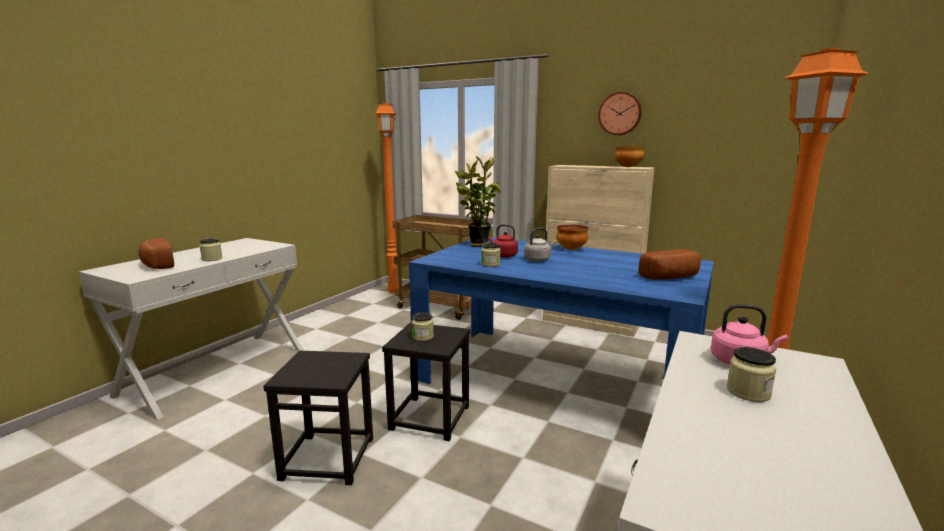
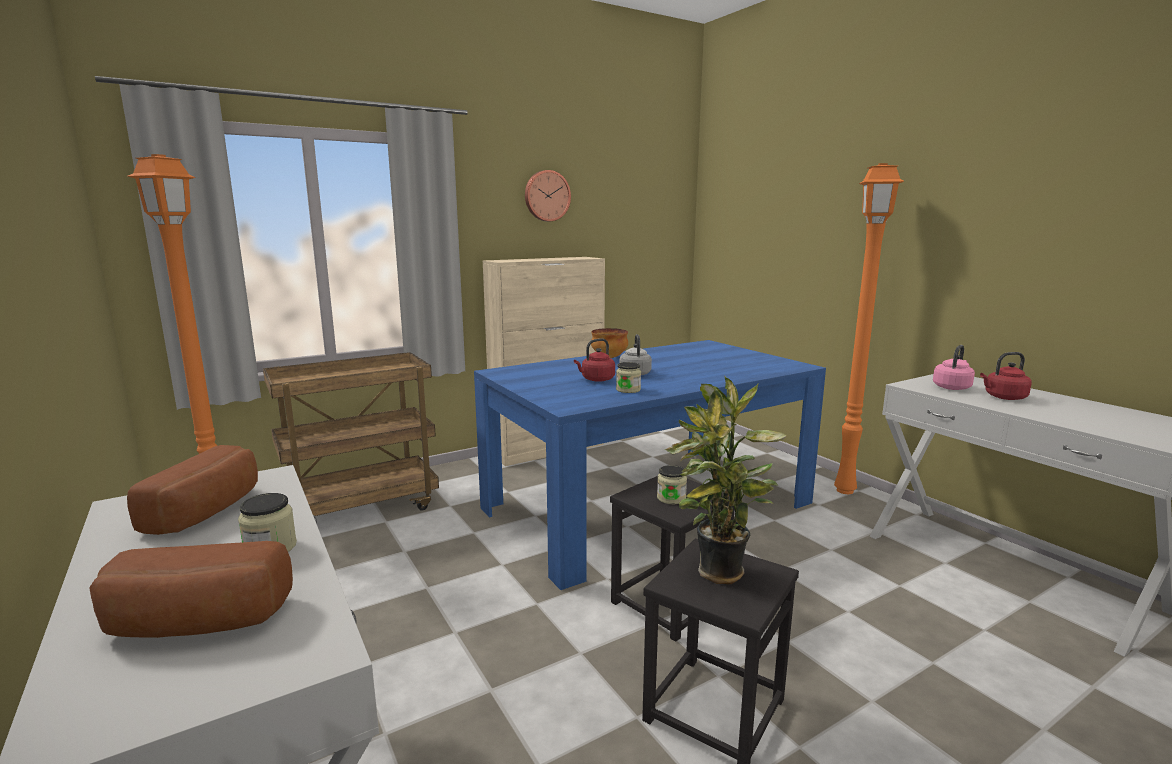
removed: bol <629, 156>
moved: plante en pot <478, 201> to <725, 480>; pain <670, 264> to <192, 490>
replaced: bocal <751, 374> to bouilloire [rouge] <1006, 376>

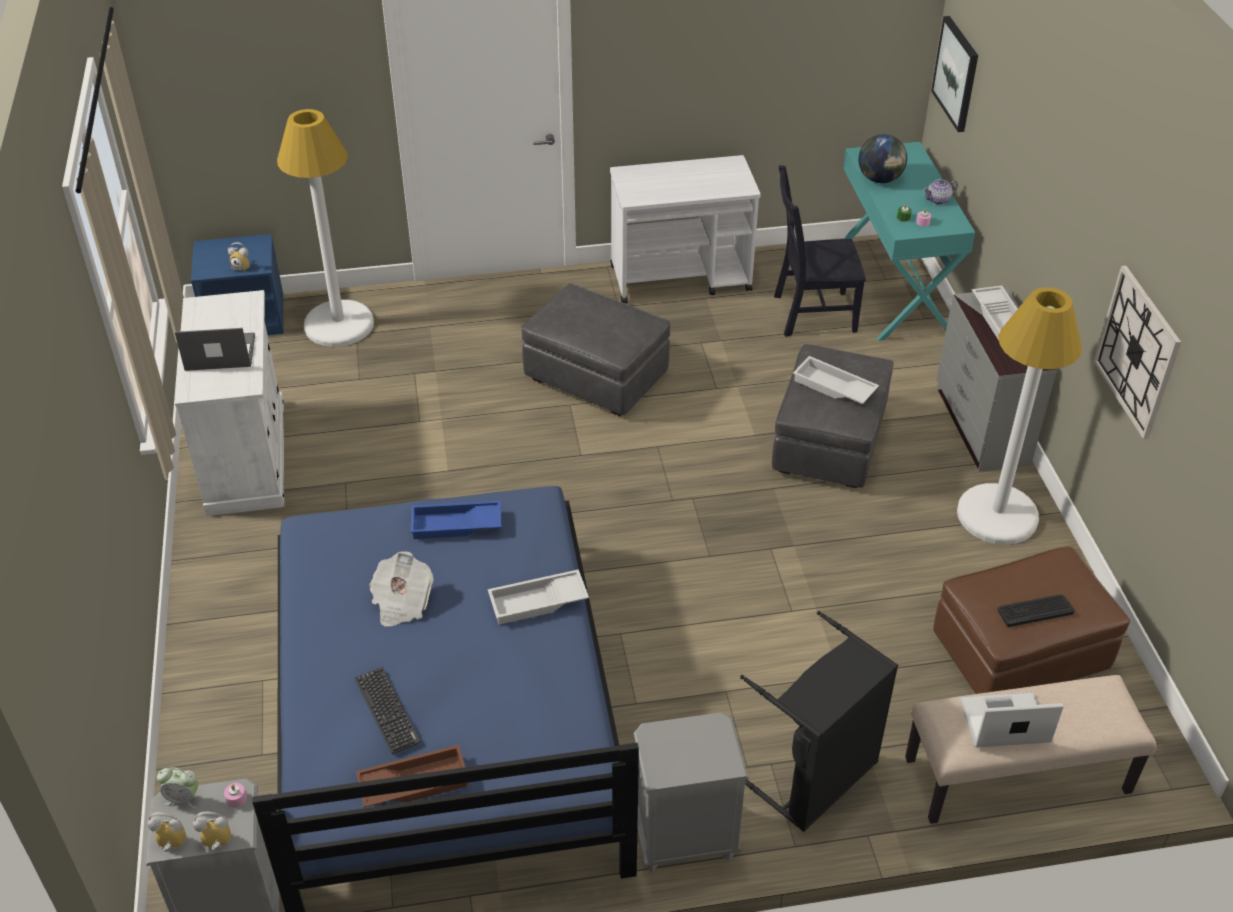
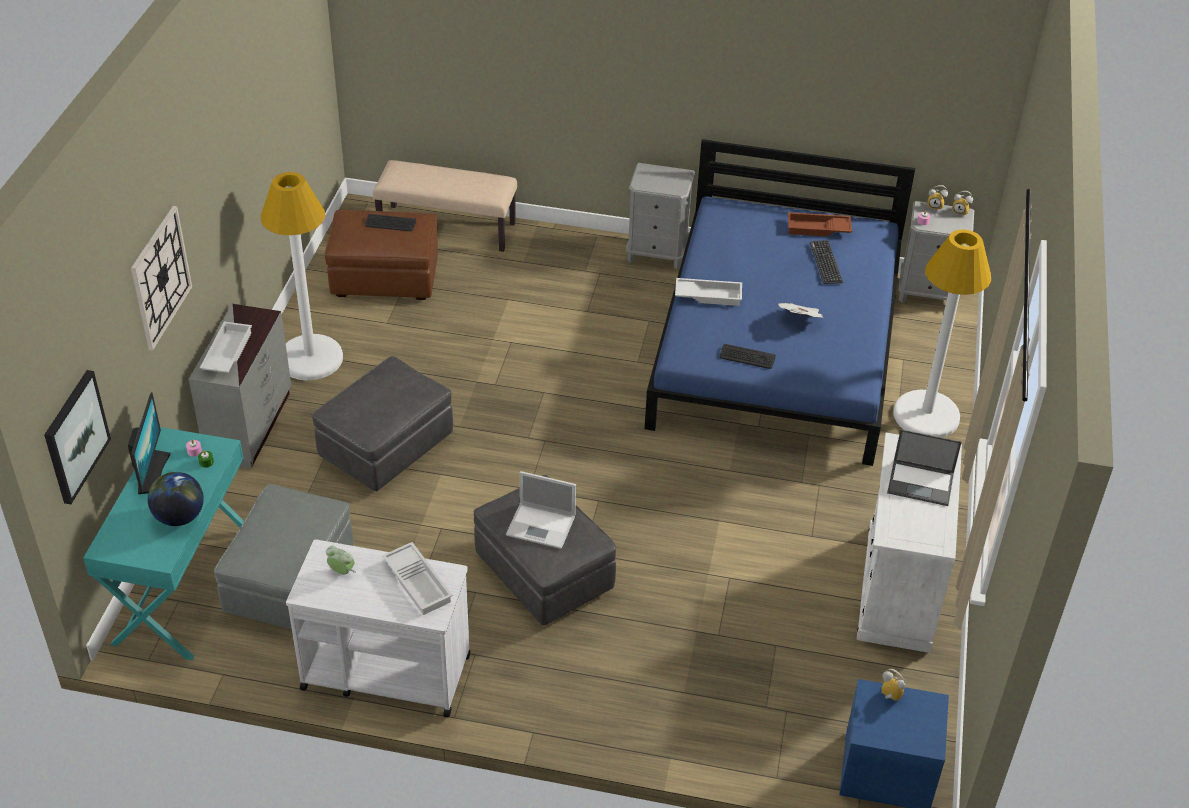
removed: panier à linge [noir] <819, 721>
moved: réveil <177, 788> to <341, 560>; lampadaire [blanc] <325, 228> to <942, 333>; plateau [blanc] <836, 380> to <417, 578>; ordinateur portable <1012, 720> to <541, 510>; horloge murale <1137, 352> to <161, 278>
replaced: plateau [bleu] <456, 520> to clavier <748, 356>; chaise [noir] <820, 251> to pouf [gris] <283, 557>; théière <940, 192> to écran d'ordinateur <149, 443>

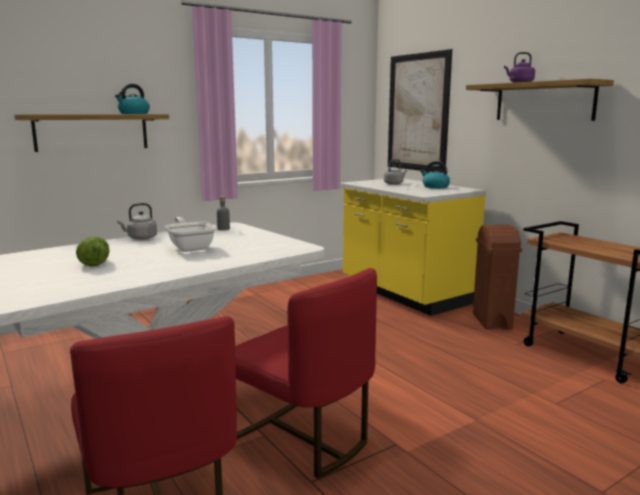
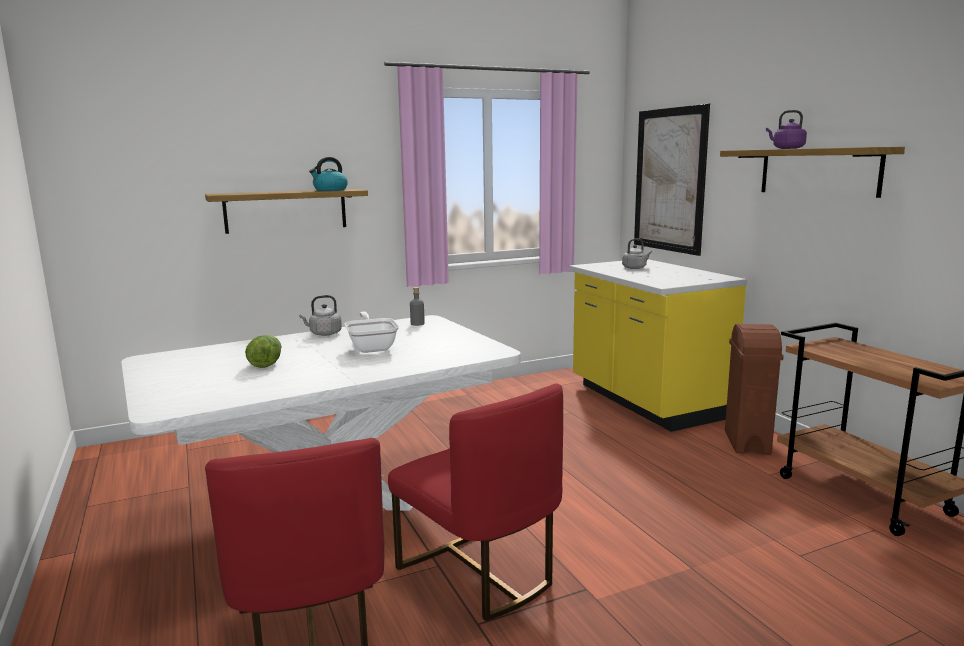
removed: bouilloire <435, 174>

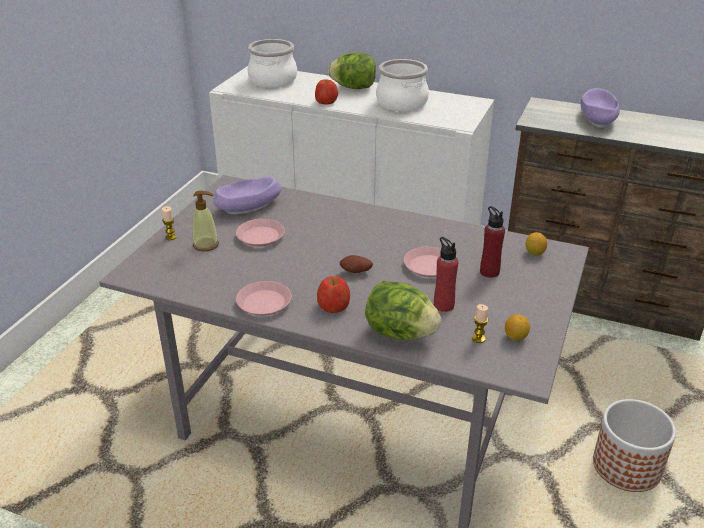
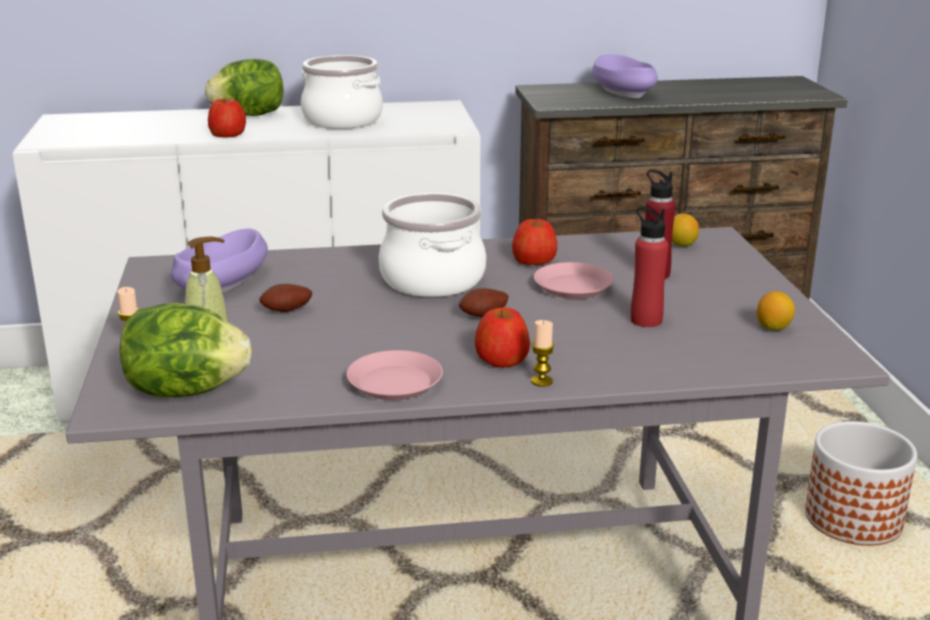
added: pomme <534, 242>
moved: marmite <272, 63> to <432, 245>; laitue <403, 310> to <186, 350>; bougie <480, 323> to <542, 353>
replaced: assiette [rose] <260, 233> to pomme de terre <285, 298>

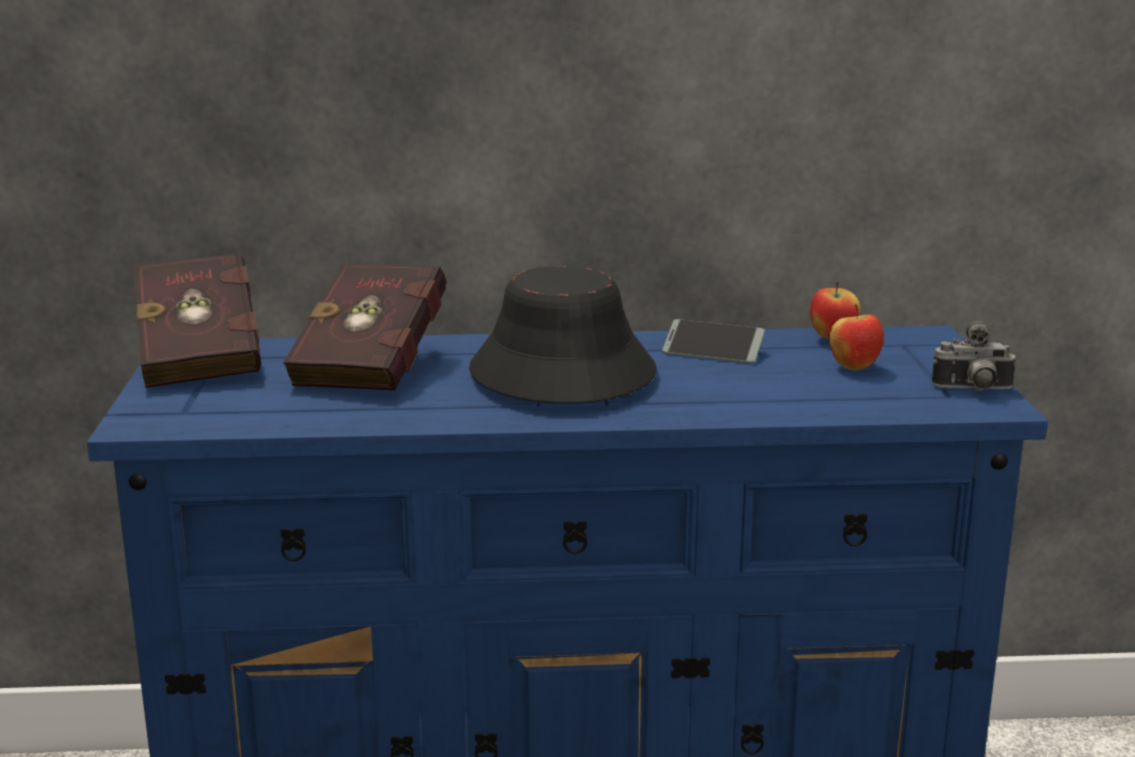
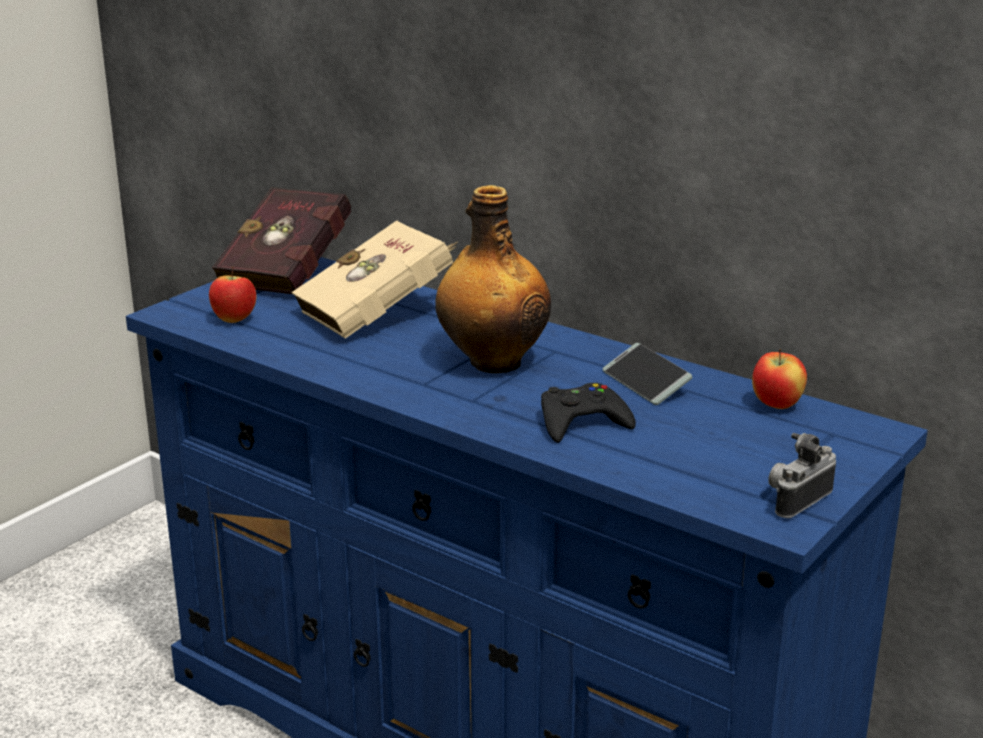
added: manette [noir] <588, 413>
moved: pomme <857, 337> to <232, 294>
replaced: chapeau [noir] <563, 334> to bouteille <493, 279>
recoloured: livre [rouge] <364, 327> to livre [beige] <375, 279>
turned: appareil photo <974, 356> = <802, 475> 90 degrees clockwise

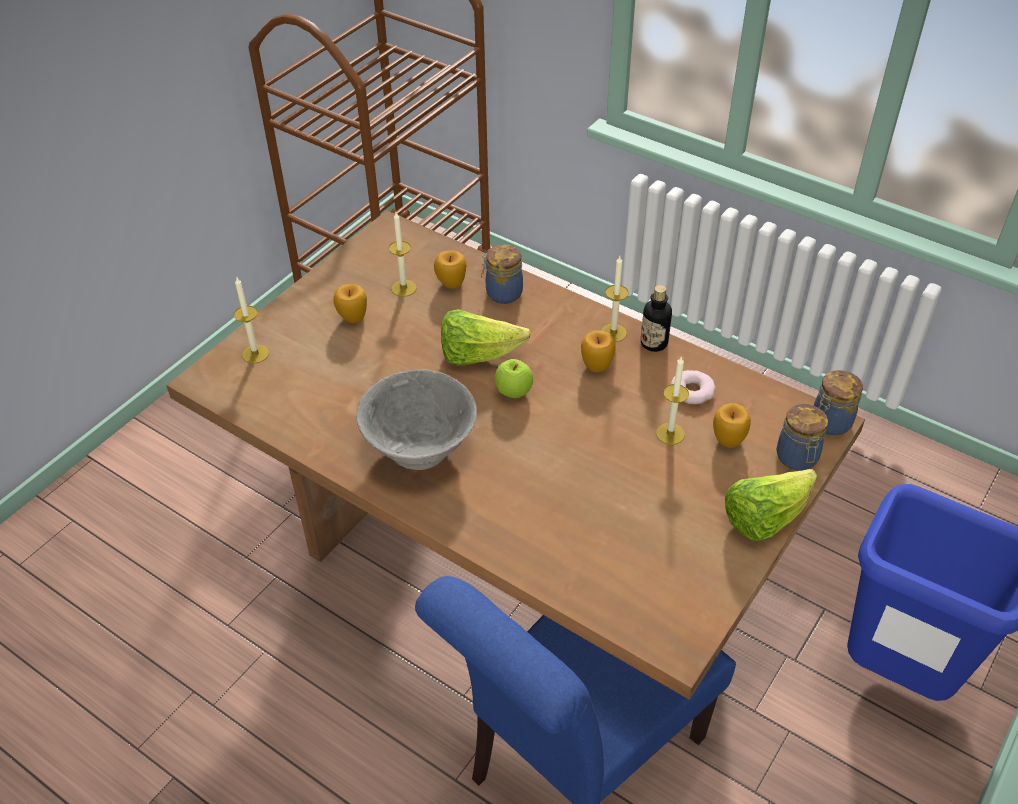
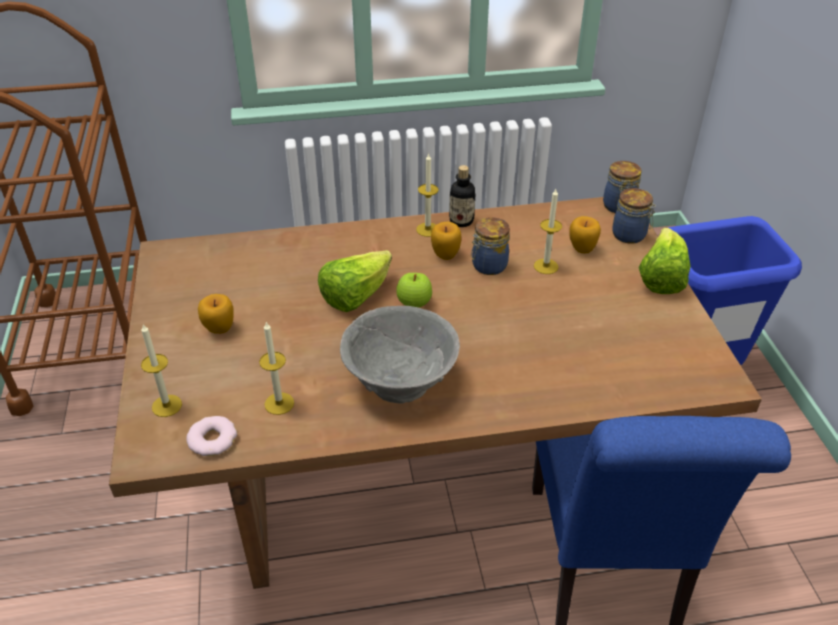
removed: pomme <450, 269>
moved: bougie <403, 254> to <276, 368>; bocal <502, 274> to <490, 246>; beignet <693, 387> to <211, 436>

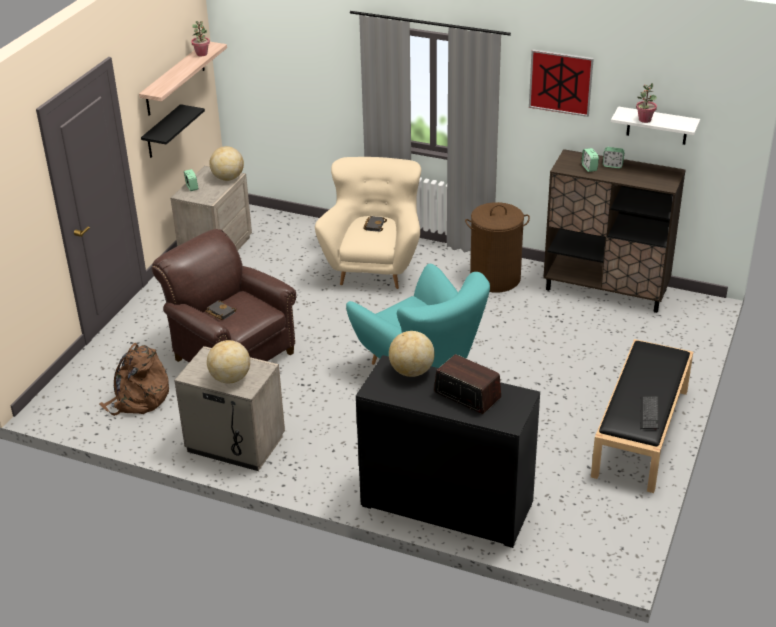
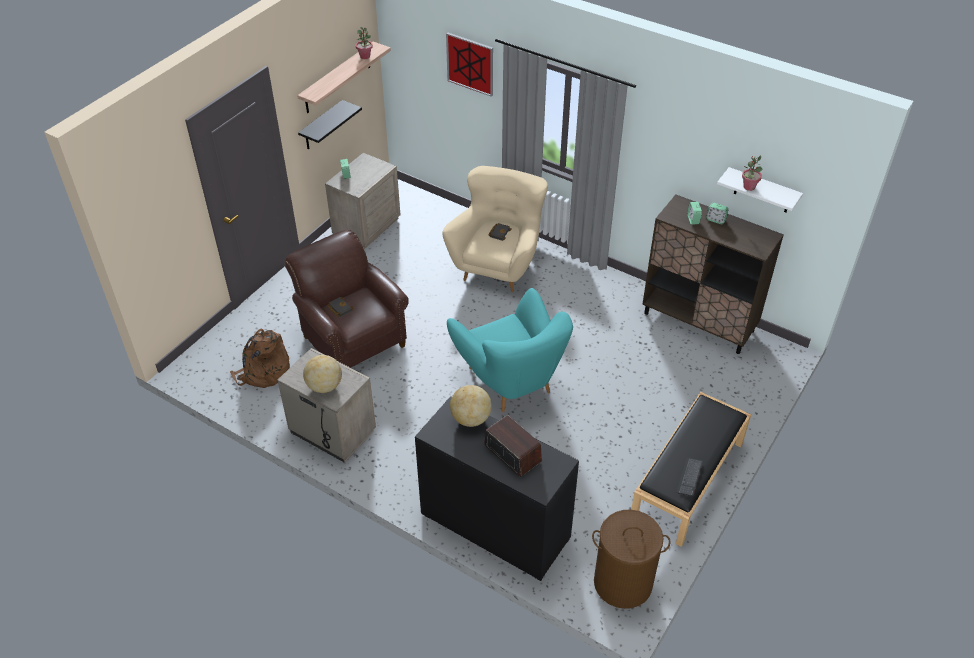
removed: globe <226, 163>
moved: panier à linge [marron] <497, 247> to <631, 559>; tableau <561, 83> to <469, 64>

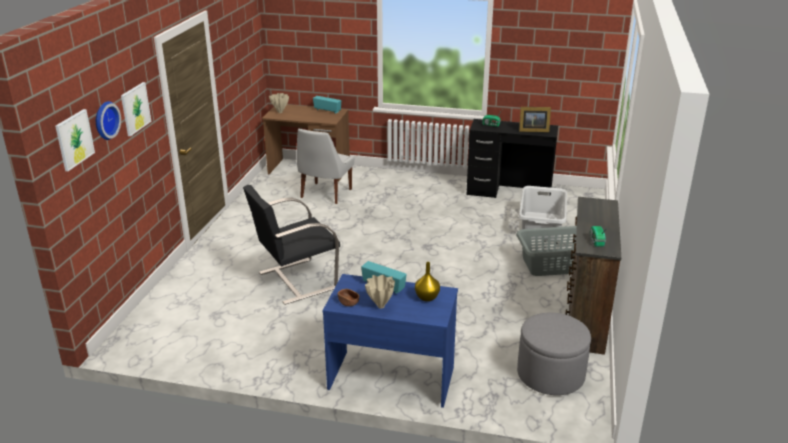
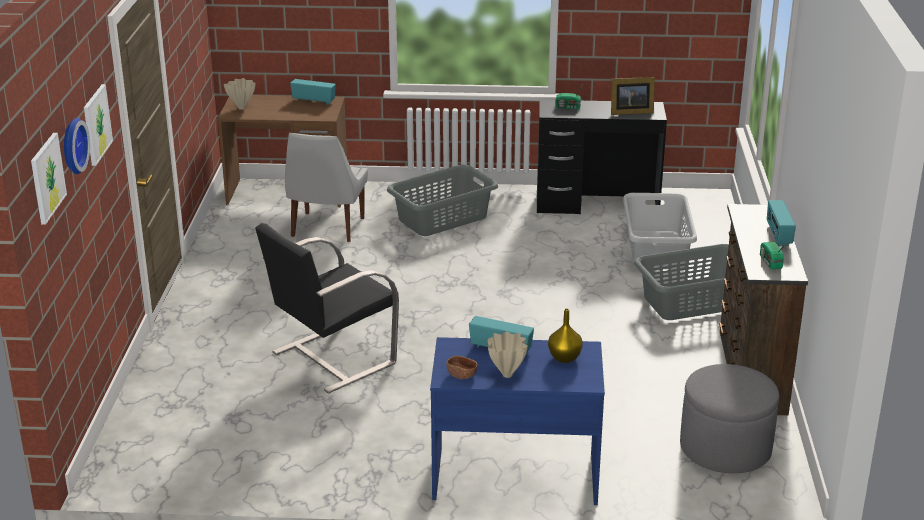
added: panier à linge [gris] <442, 200>; radio <781, 223>

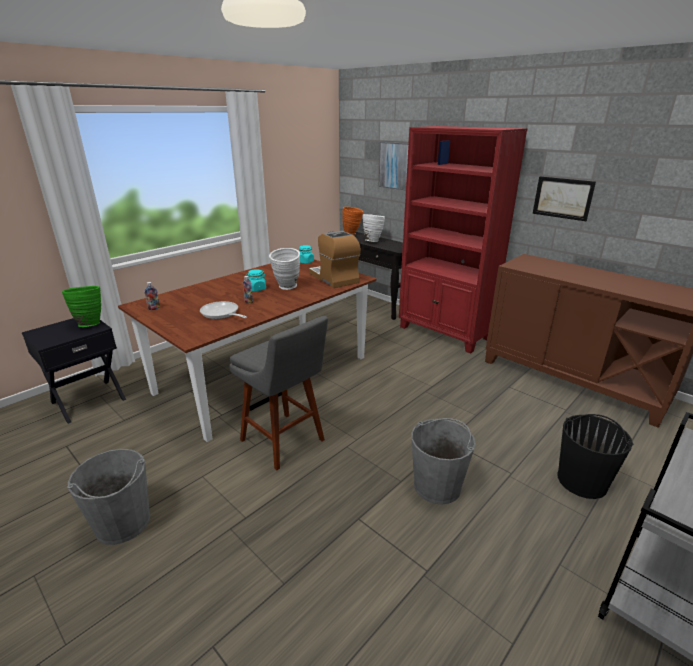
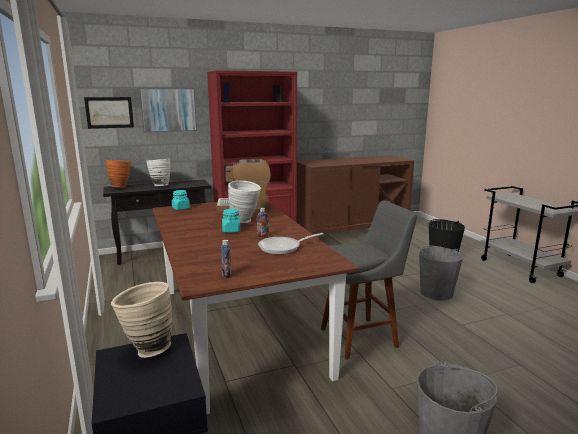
moved: tableau <564, 198> to <109, 113>
recoloured: vase [vert] <81, 306> to vase [beige] <141, 320>

